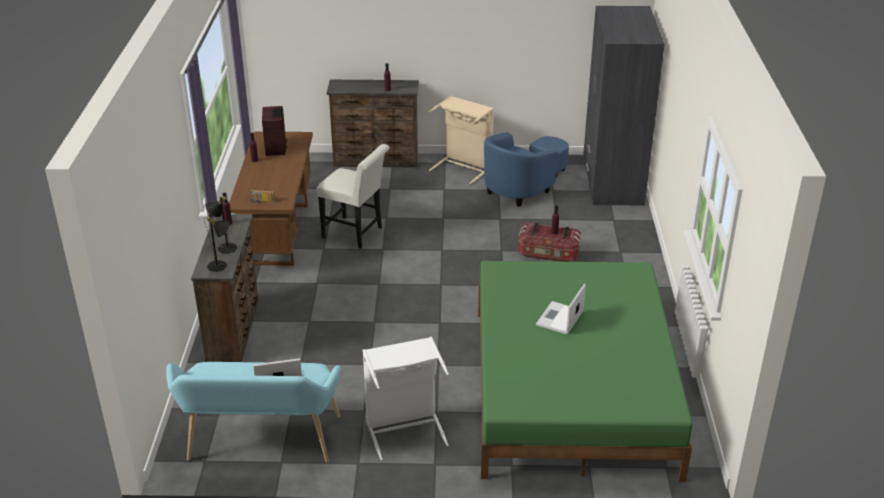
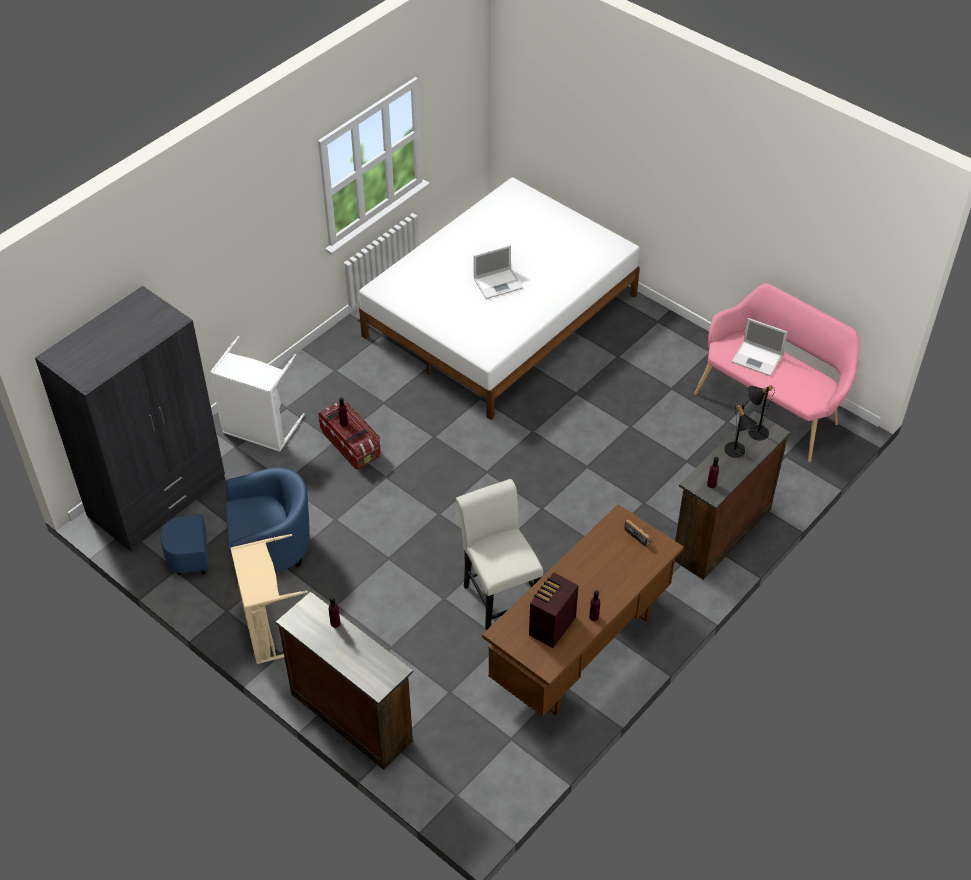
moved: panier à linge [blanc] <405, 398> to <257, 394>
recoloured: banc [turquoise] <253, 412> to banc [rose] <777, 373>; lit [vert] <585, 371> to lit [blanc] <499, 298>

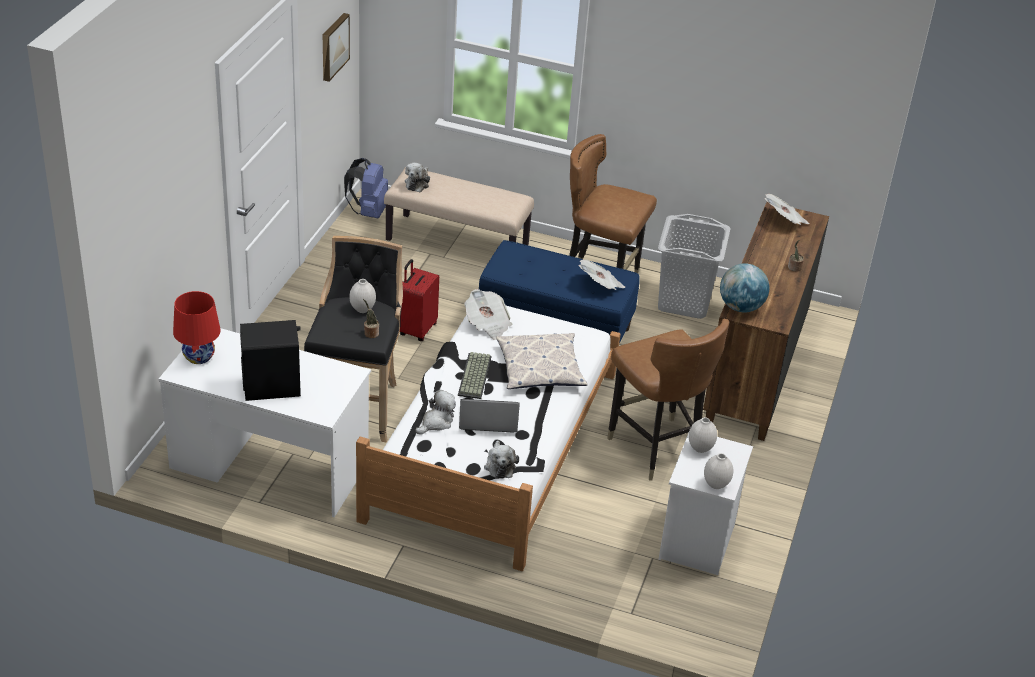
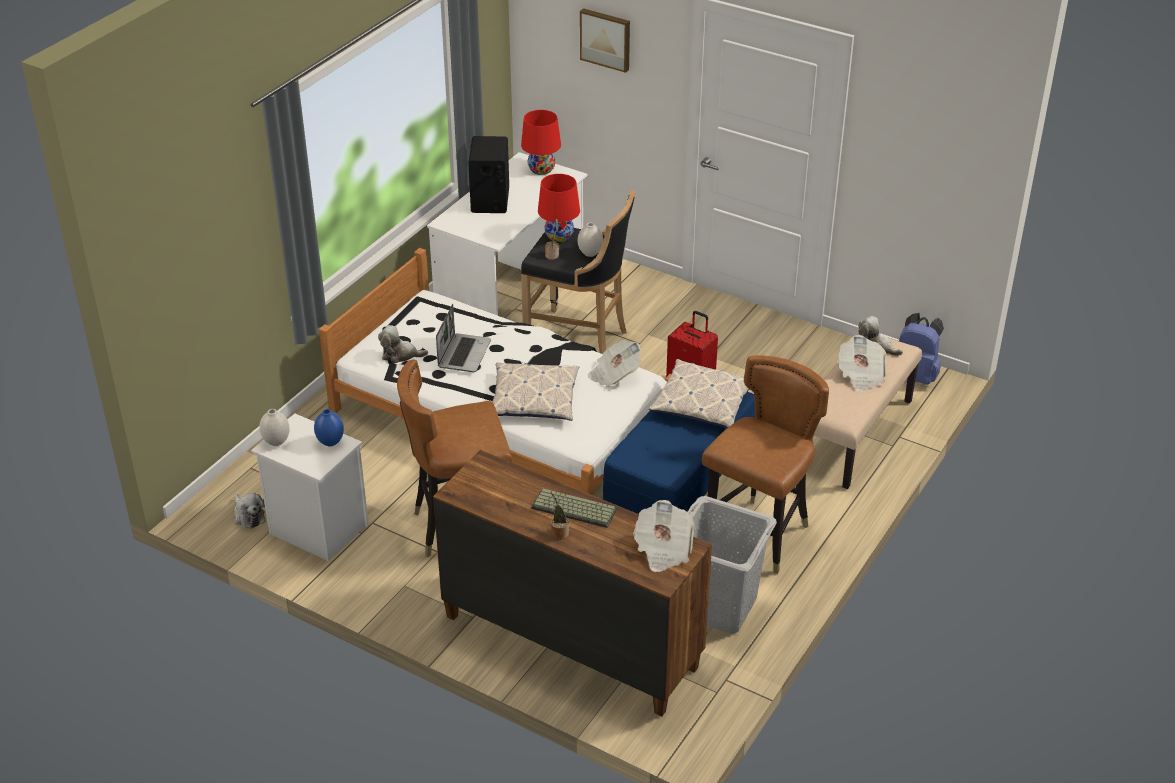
removed: globe <744, 287>
added: lampe de table [rouge] <559, 208>; coussin <699, 393>
moved: tableau <336, 47> to <605, 40>; peluche <435, 412> to <249, 510>; clavier <474, 375> to <574, 508>; journal <601, 274> to <862, 363>
recoloured: vase [blanc] <703, 435> to vase [bleu] <329, 427>

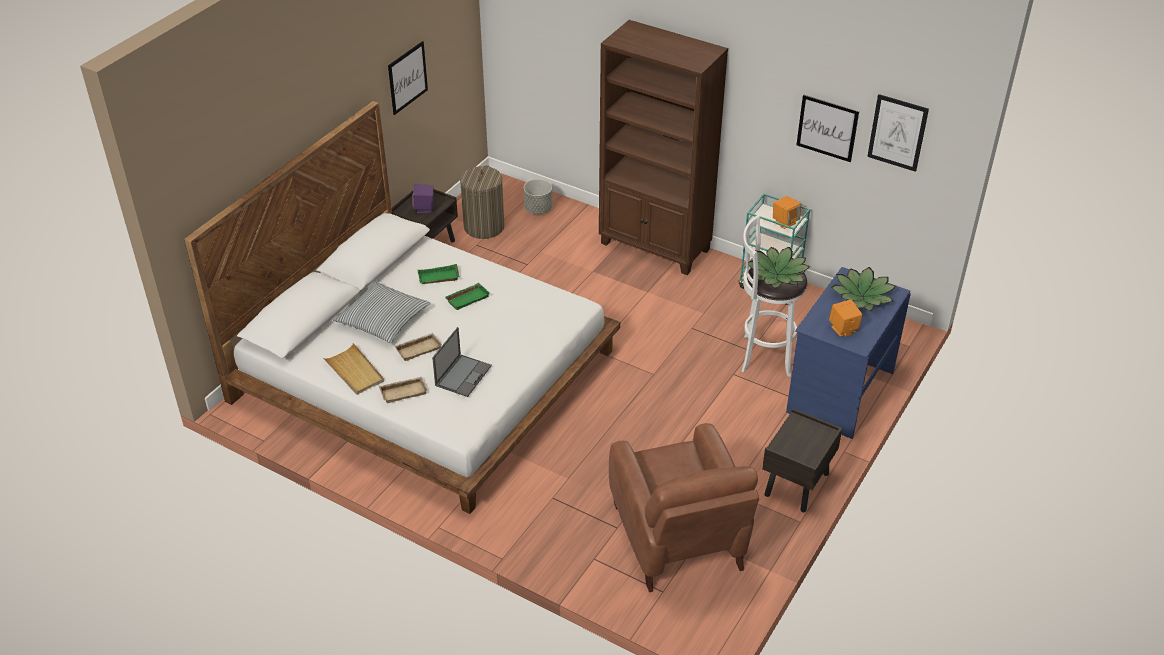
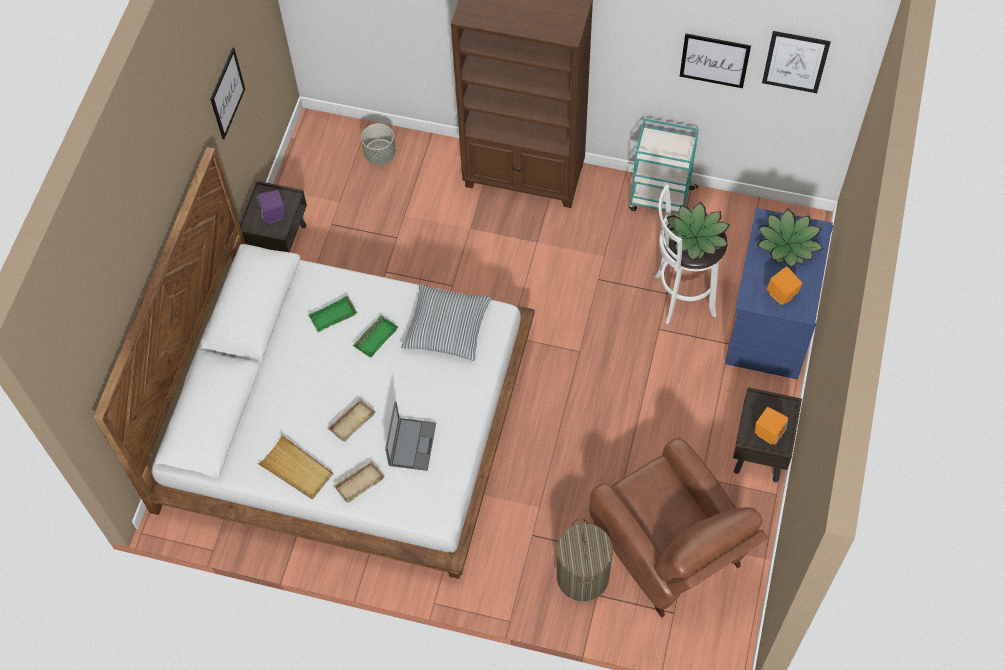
moved: coussin <381, 311> to <446, 322>; panier à linge <482, 202> to <585, 559>; enceinte [orange] <787, 212> to <771, 426>

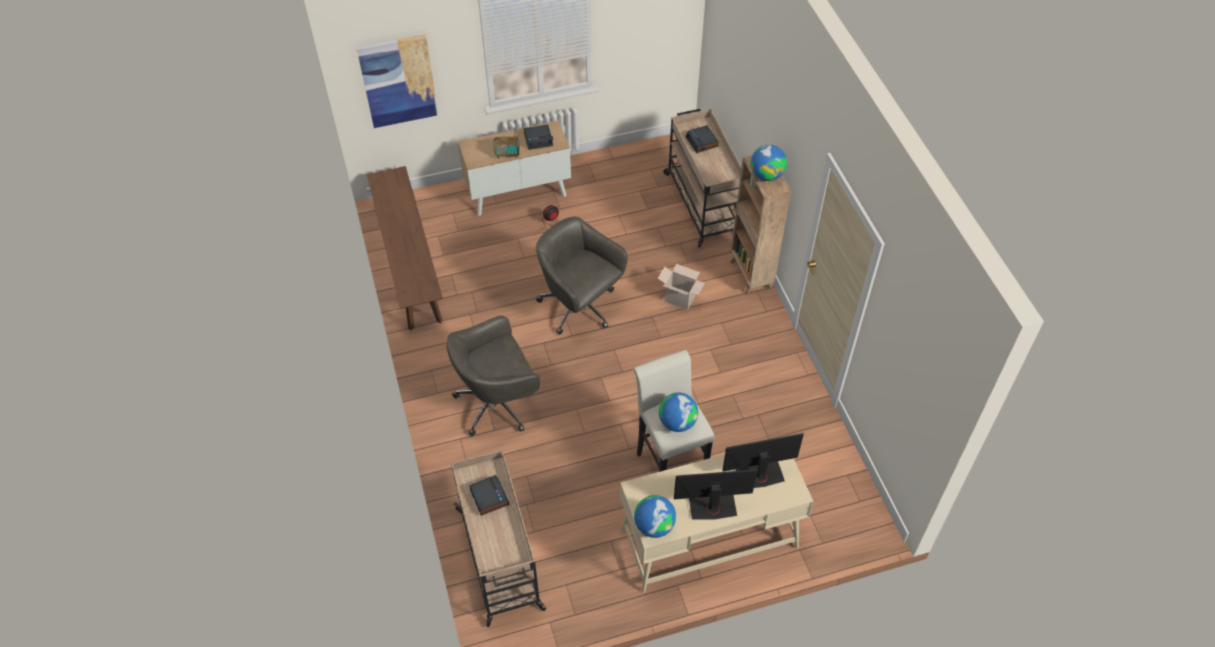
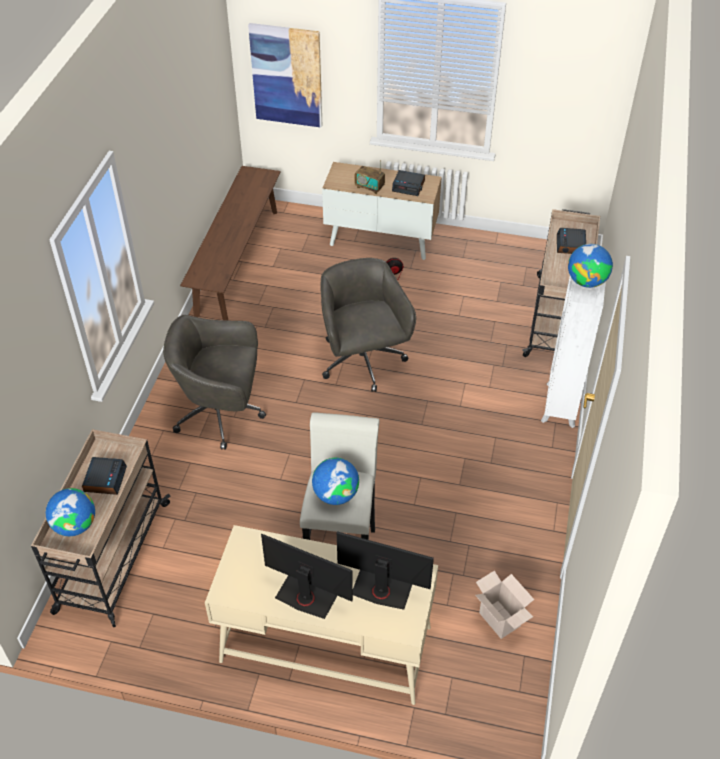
moved: globe <655, 516> to <70, 512>; carton <681, 287> to <504, 605>
recoloured: bibliothèque [marron] <760, 225> to bibliothèque [blanc] <573, 352>

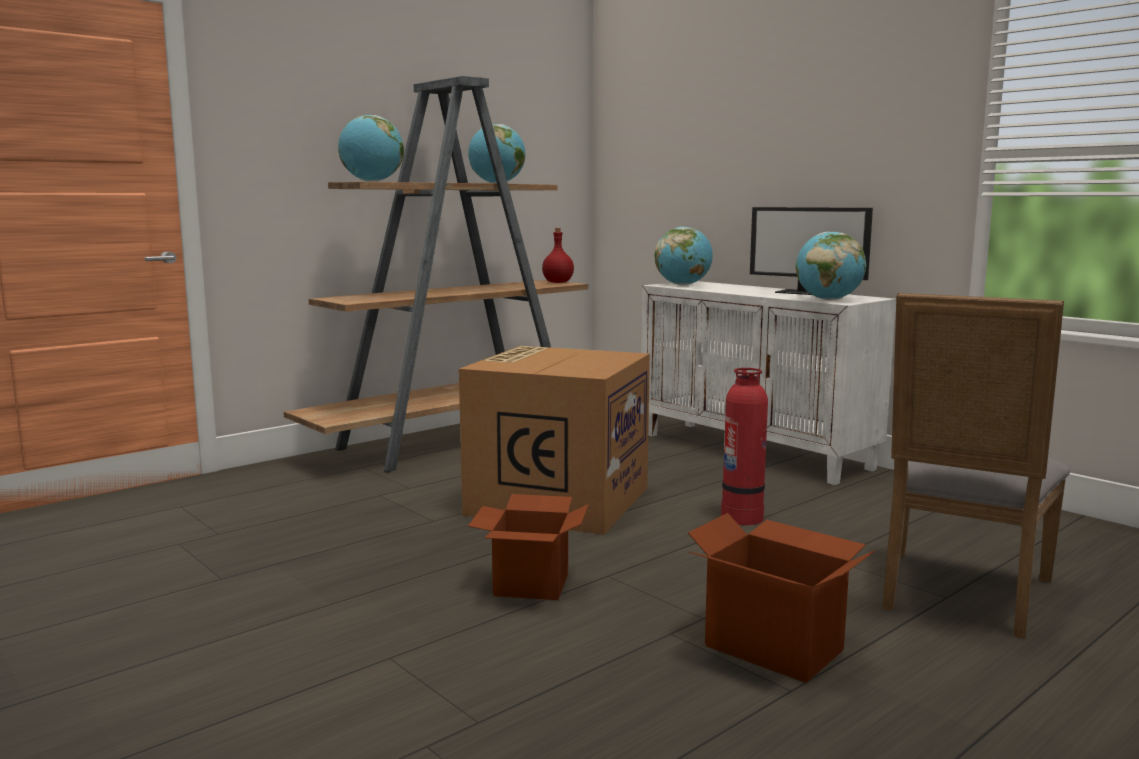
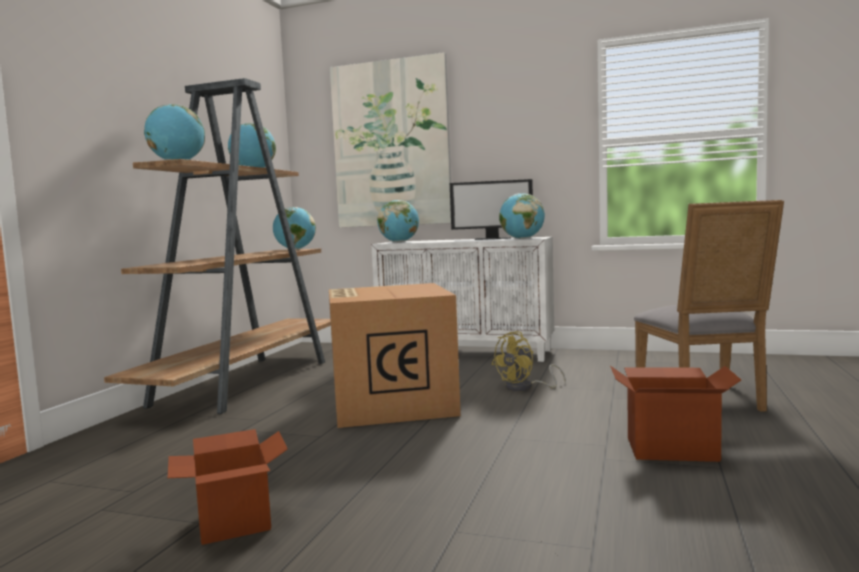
added: tableau <390, 139>
moved: carton <528, 547> to <228, 487>
replaced: bouteille [rouge] <558, 255> to globe <294, 228>; extincteur <744, 446> to ventilateur [jaune] <528, 361>

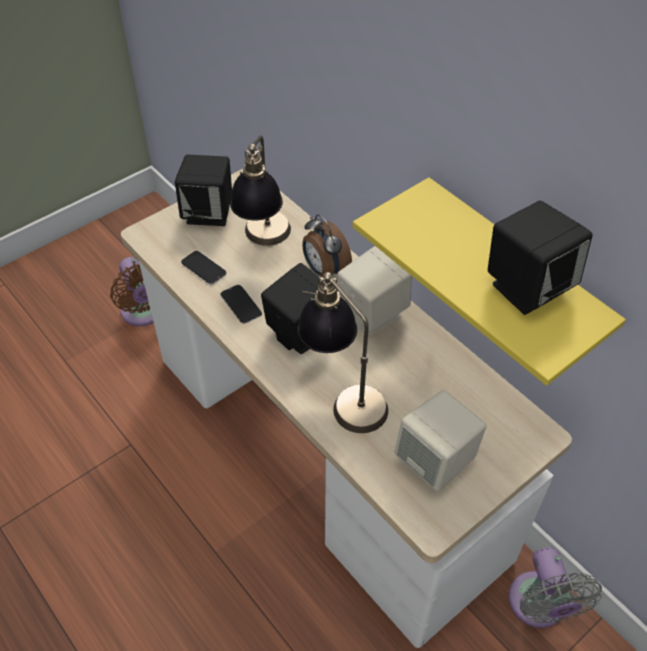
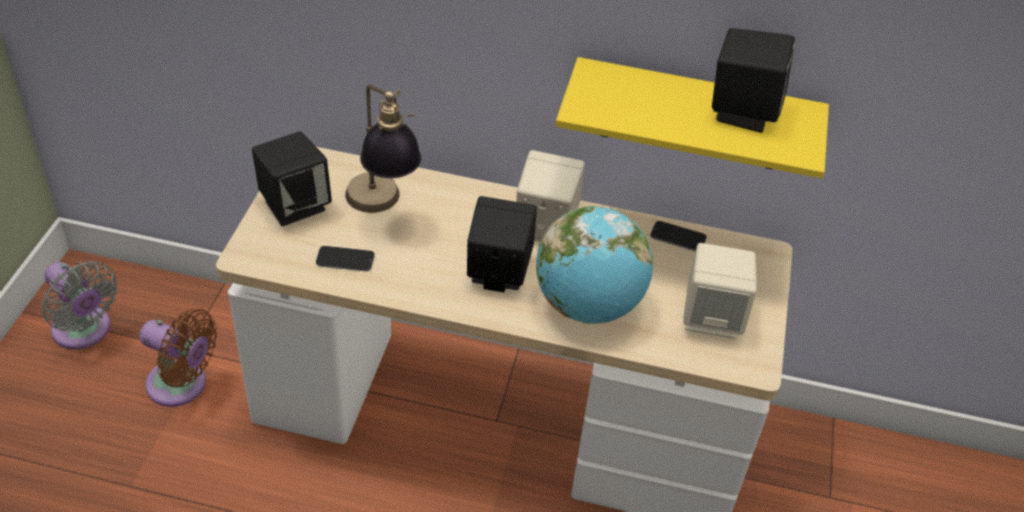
removed: réveil <327, 245>
moved: téléphone <241, 304> to <678, 236>; ventilateur [gris] <555, 587> to <79, 305>
replaced: lampe de table <342, 352> to globe <594, 265>

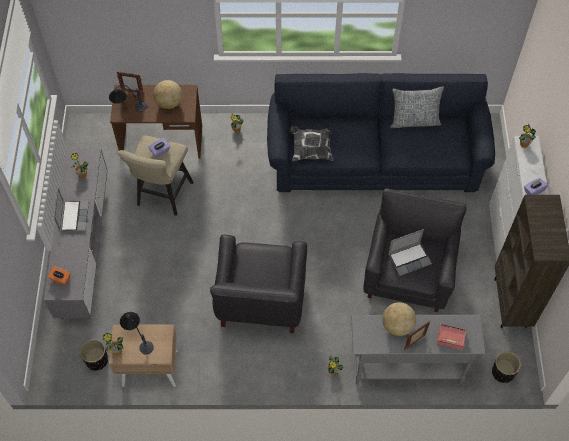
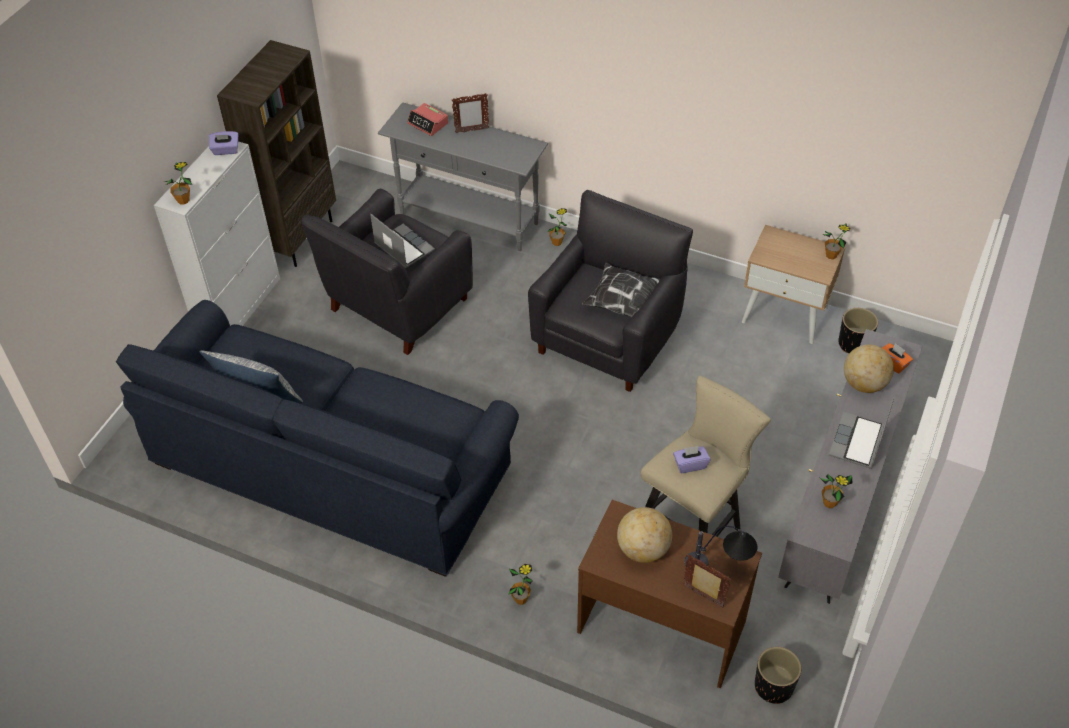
removed: lampe de table <137, 333>
moved: coussin <312, 143> to <621, 290>; globe <399, 319> to <869, 368>; cache-pot [noir] <506, 367> to <778, 675>
turned: ordinateur portable <410, 252> = <402, 241> 45 degrees clockwise

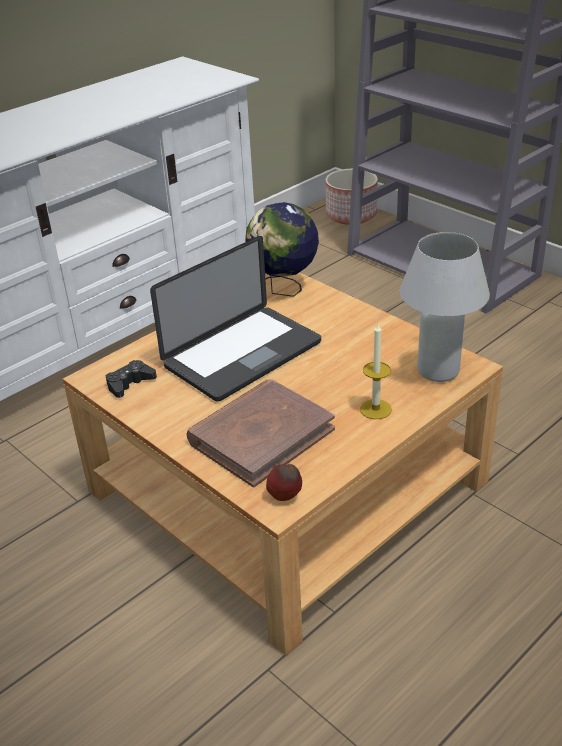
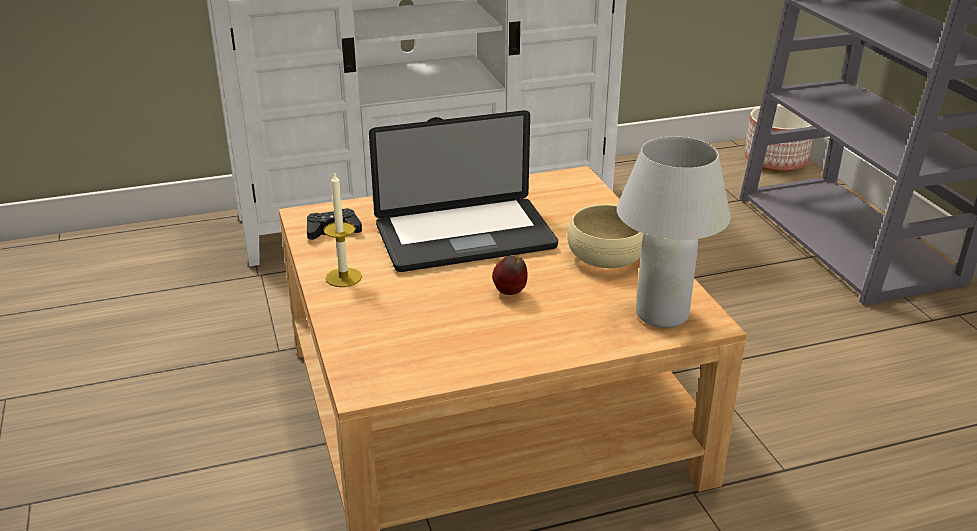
removed: livre [marron] <261, 433>; globe <282, 249>
added: bol [beige] <605, 236>
moved: pomme <284, 482> to <509, 275>; bougie <376, 371> to <343, 229>

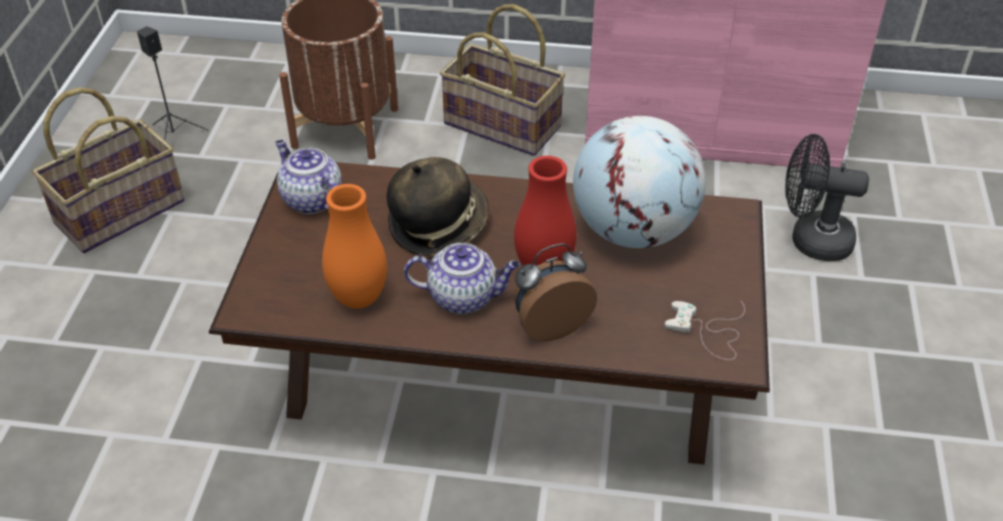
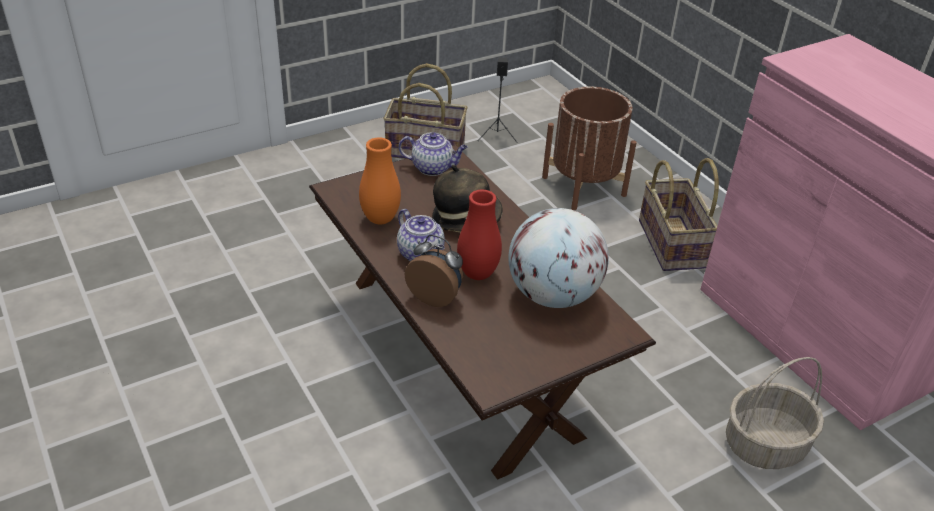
removed: manette [blanc] <705, 330>
replaced: ventilateur [noir] <827, 197> to panier <775, 413>
turned: théière <308, 177> = <433, 154> 90 degrees clockwise

